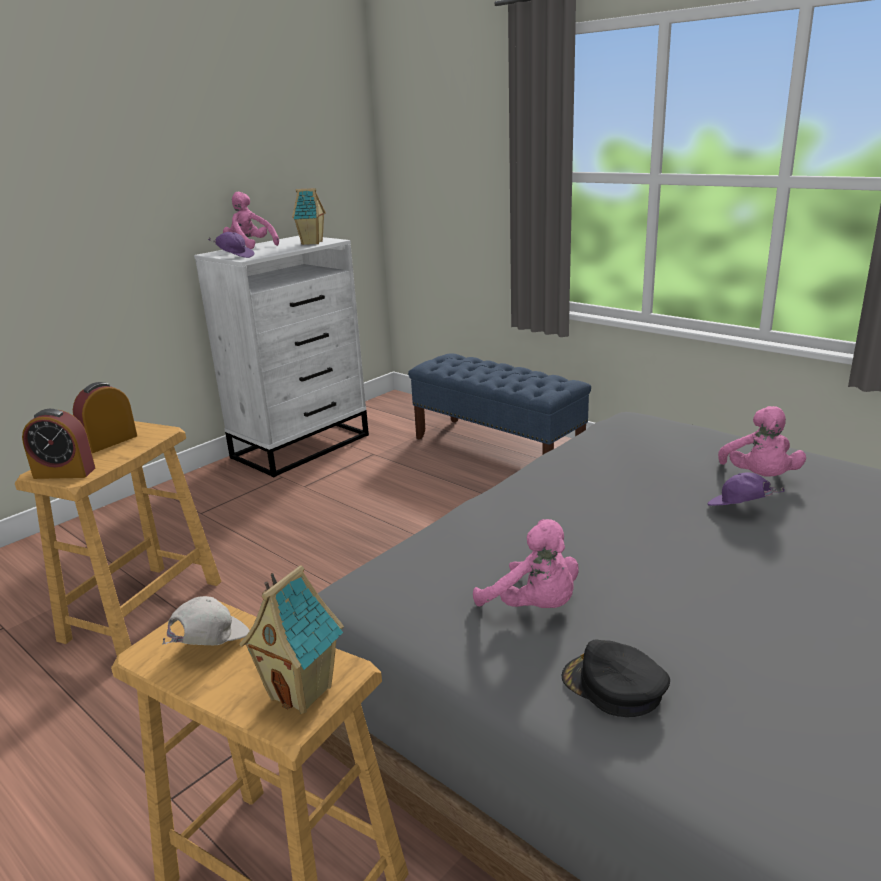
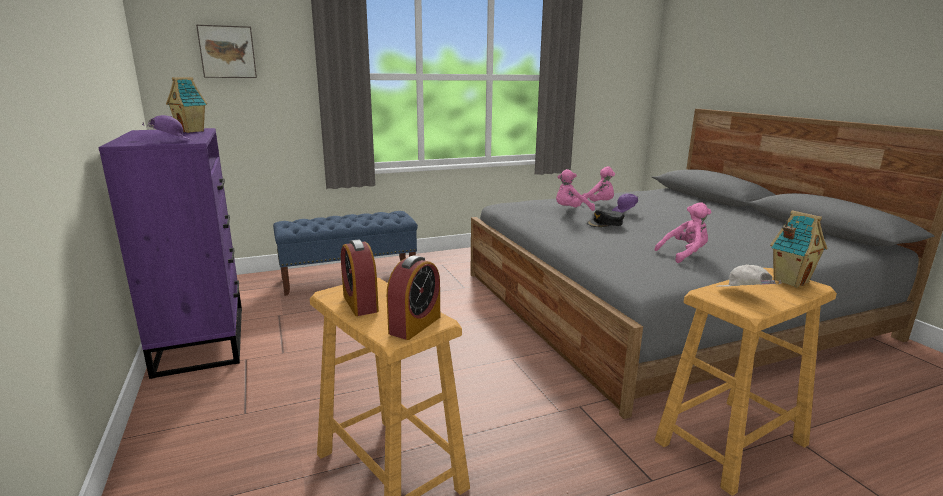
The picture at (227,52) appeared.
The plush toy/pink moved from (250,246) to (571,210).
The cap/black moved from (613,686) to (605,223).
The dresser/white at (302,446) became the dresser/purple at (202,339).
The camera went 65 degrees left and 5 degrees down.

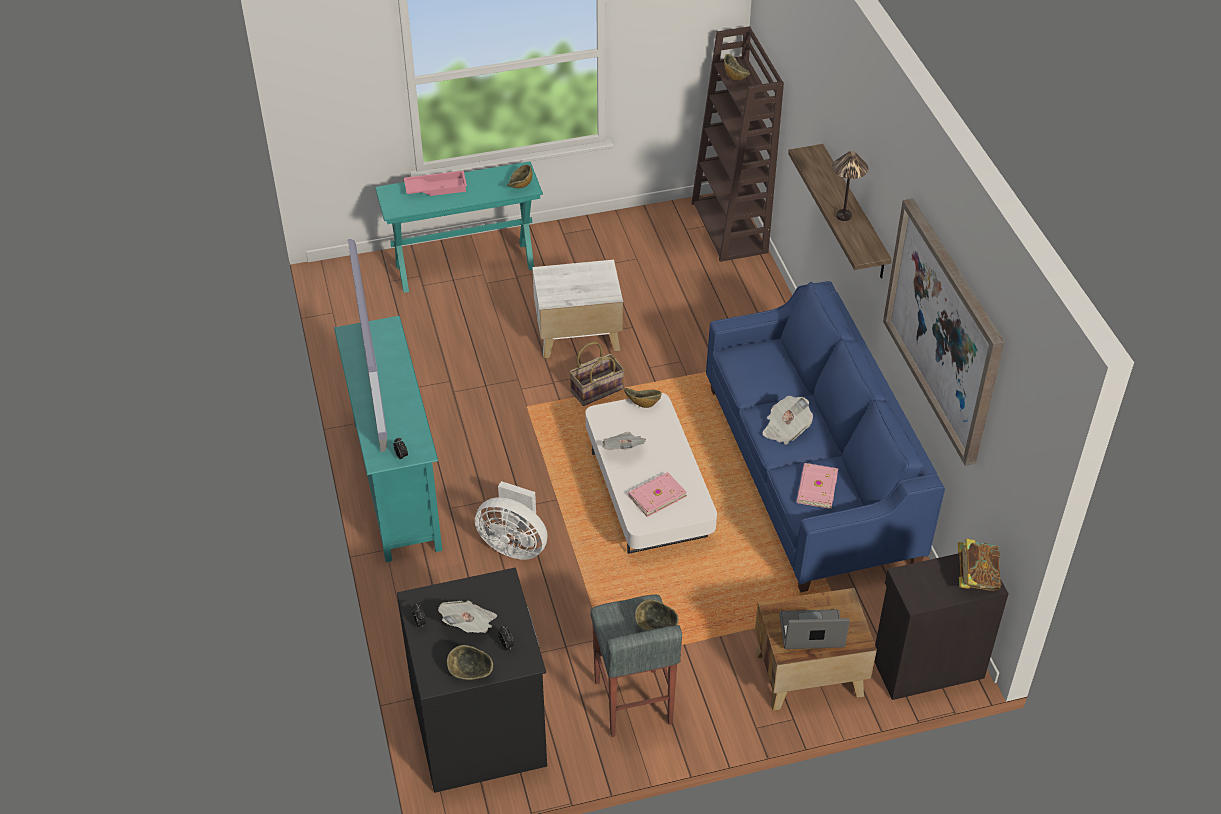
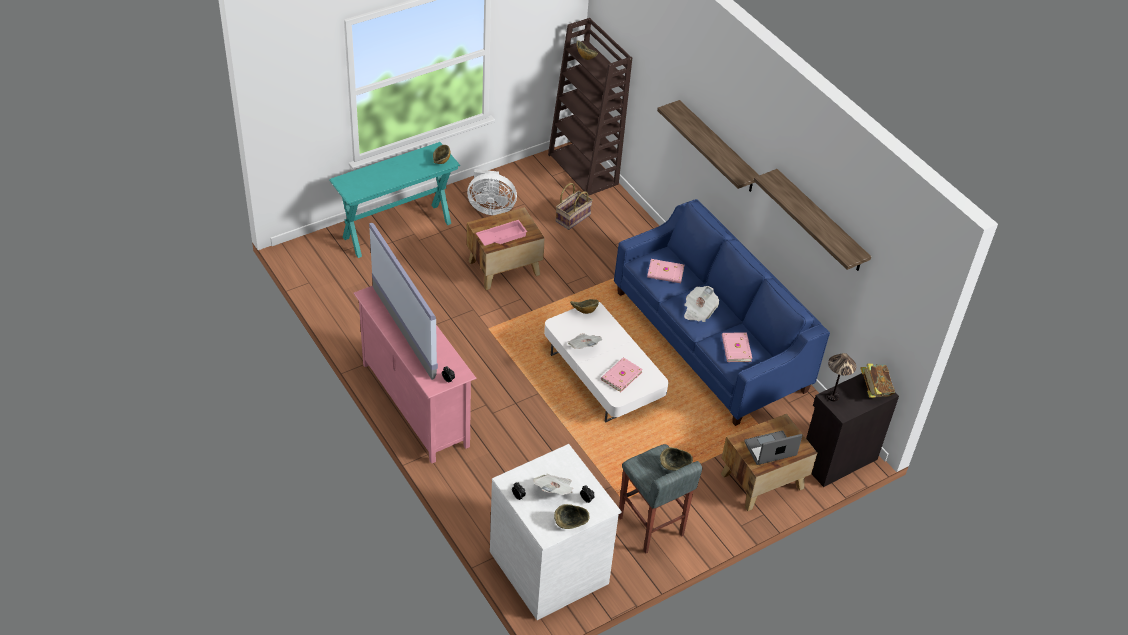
The book/pink at (665,273) appeared.
The tray/pink moved from (436,187) to (501,236).
The fan/white moved from (514,545) to (490,208).
The basket moved from (596,389) to (572,217).
The table lamp moved from (844,216) to (833,396).
The picture at (944,329) was replaced by the shelf at (820,221).
The tv stand/turquoise at (396,484) became the tv stand/pink at (414,405).
The dresser/black at (480,727) became the dresser/white at (550,567).
The side table/white at (577,334) became the side table/brown at (503,267).
The camera went 20 degrees left and 0 degrees up.

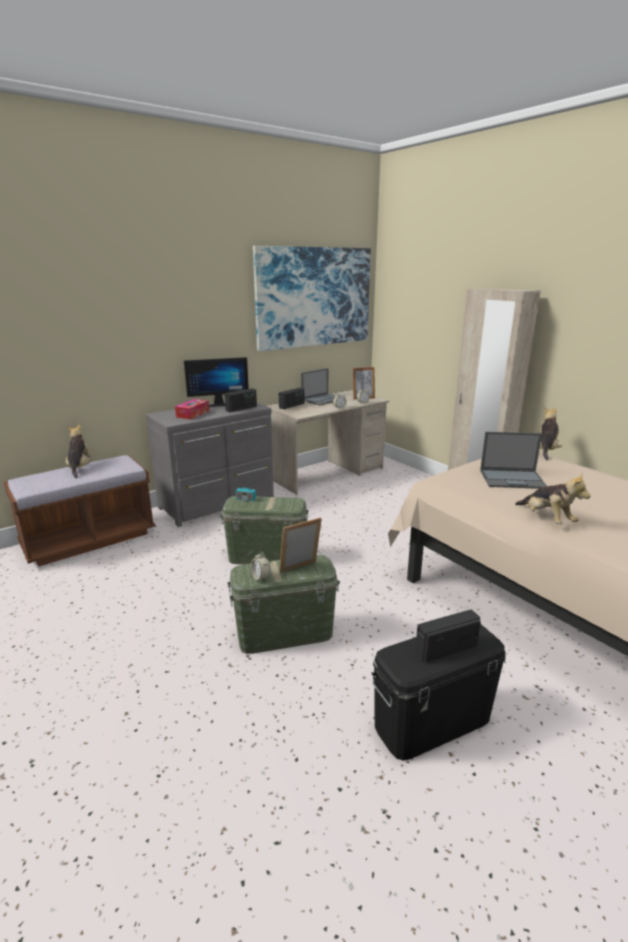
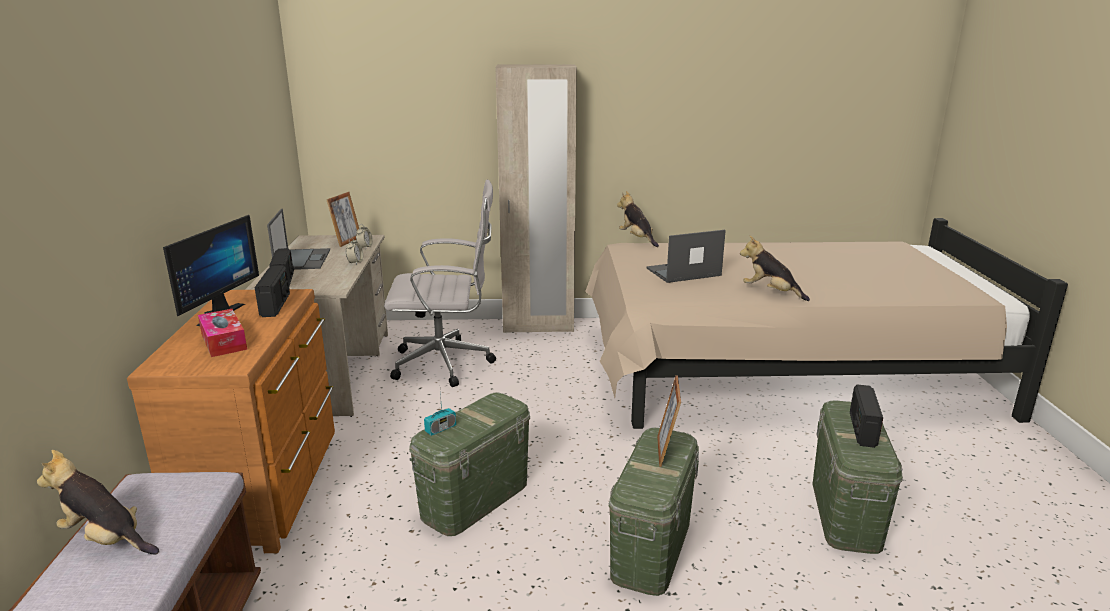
The alarm clock at (260,578) disappeared.
The picture at (314,297) disappeared.
The office chair/white at (447,363) appeared.
The dresser/grey at (219,503) became the dresser/brown at (267,487).
The storage box/black at (432,722) became the storage box/green at (845,513).
The laptop at (513,479) turned 150 degrees counterclockwise.
The plush toy at (547,519) turned 150 degrees counterclockwise.
The camera went 55 degrees left and 0 degrees up.

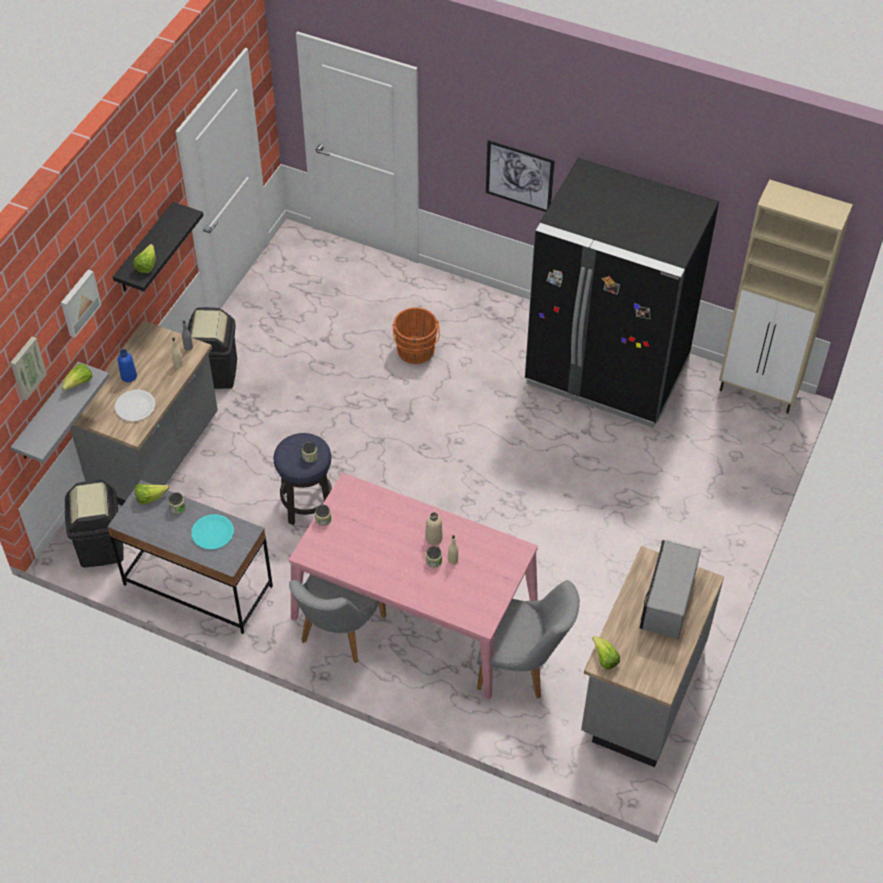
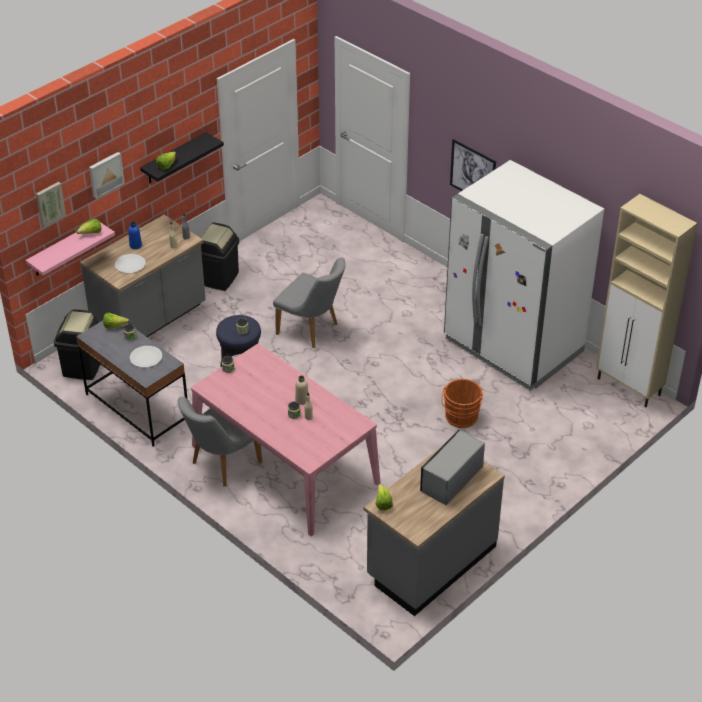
The bucket/orange moved from (416,352) to (461,418).
The chair/grey moved from (523,667) to (312,330).
The shelf/grey at (47,413) became the shelf/pink at (63,249).
The plate/turquoise at (212,533) became the plate/white at (146,357).
The fridge/black at (607,372) became the fridge/white at (513,346).
The camera went 20 degrees right and 10 degrees down.

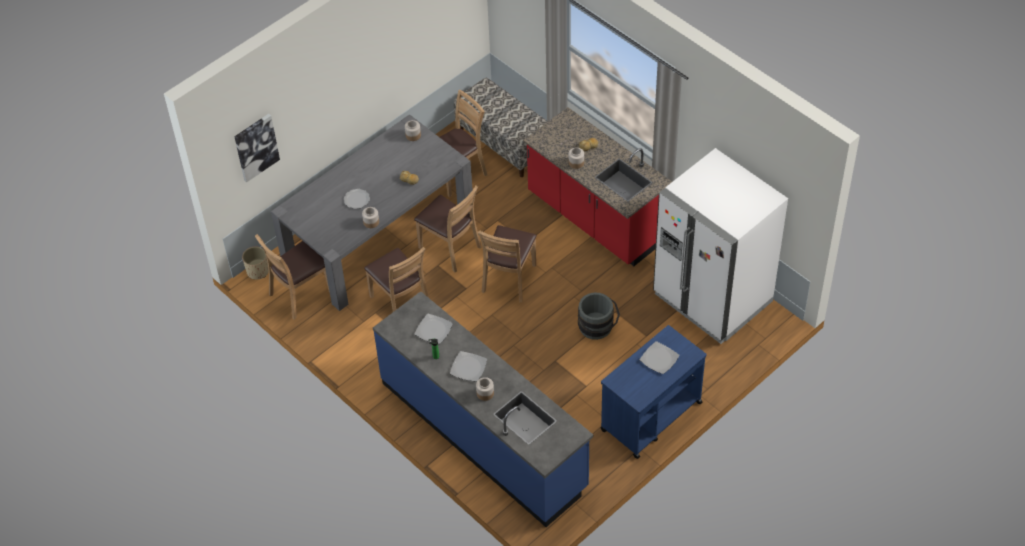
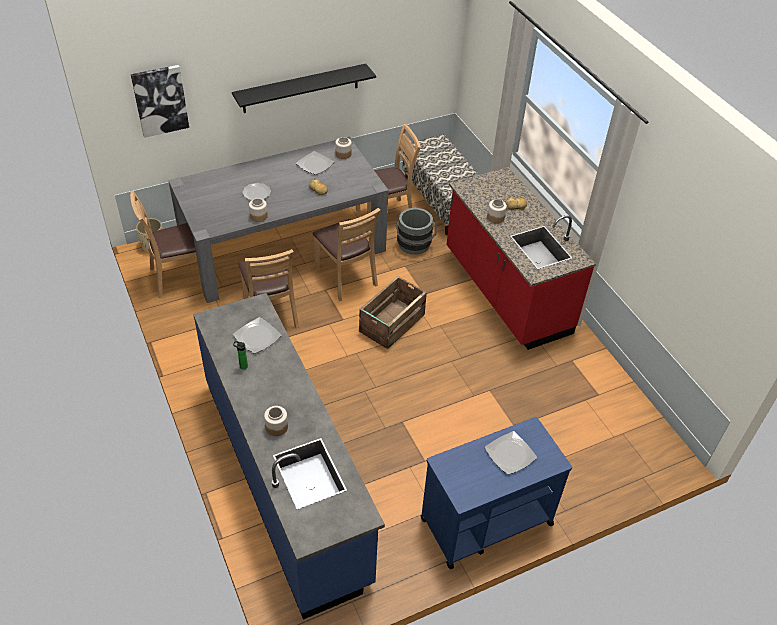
The fridge/white at (712,298) disappeared.
The shelf/black at (301,88) appeared.
The plate moved from (468,368) to (315,165).
The bucket/grey moved from (597,329) to (414,246).
The chair/brown at (509,279) was replaced by the crate at (391,323).
The camera went 15 degrees right and 5 degrees down.

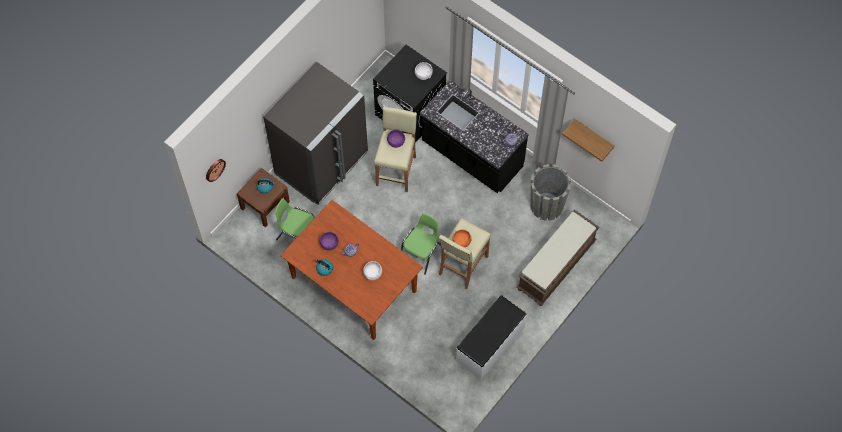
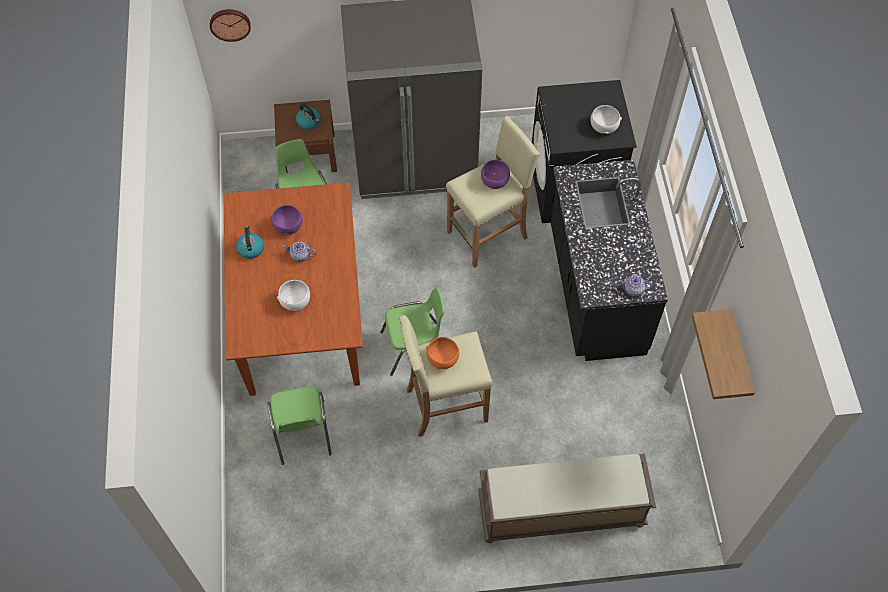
The bench/white at (490,344) disappeared.
The planter/grey at (546,206) disappeared.
The chair/green at (302,433) appeared.
The camera went 45 degrees right and 5 degrees down.

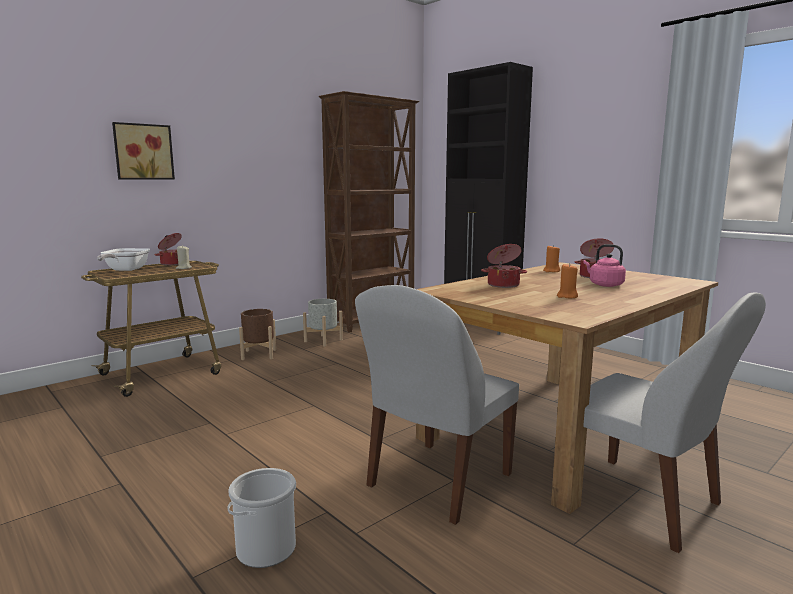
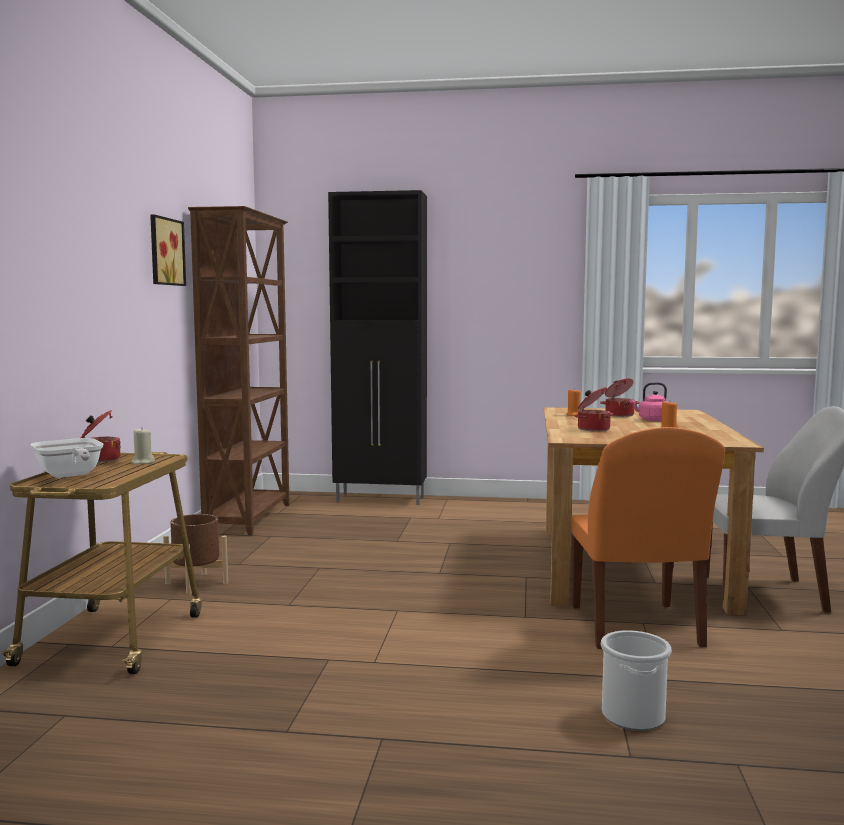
The planter/grey at (323,340) disappeared.
The picture moved from (143,152) to (164,251).
The chair/white at (437,482) became the chair/orange at (635,628).
The camera went 40 degrees left and 5 degrees down.

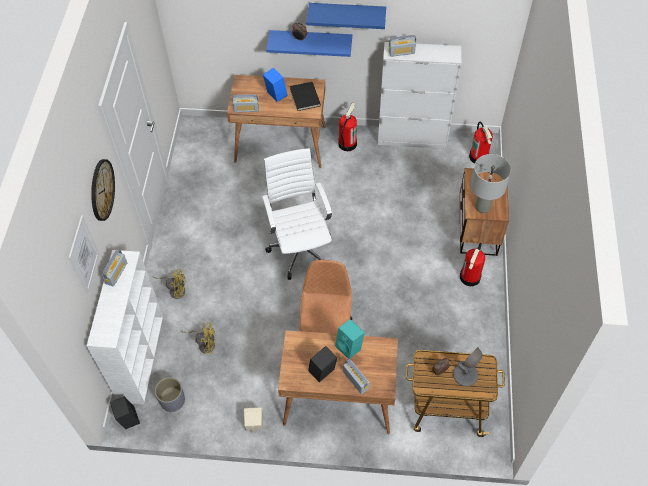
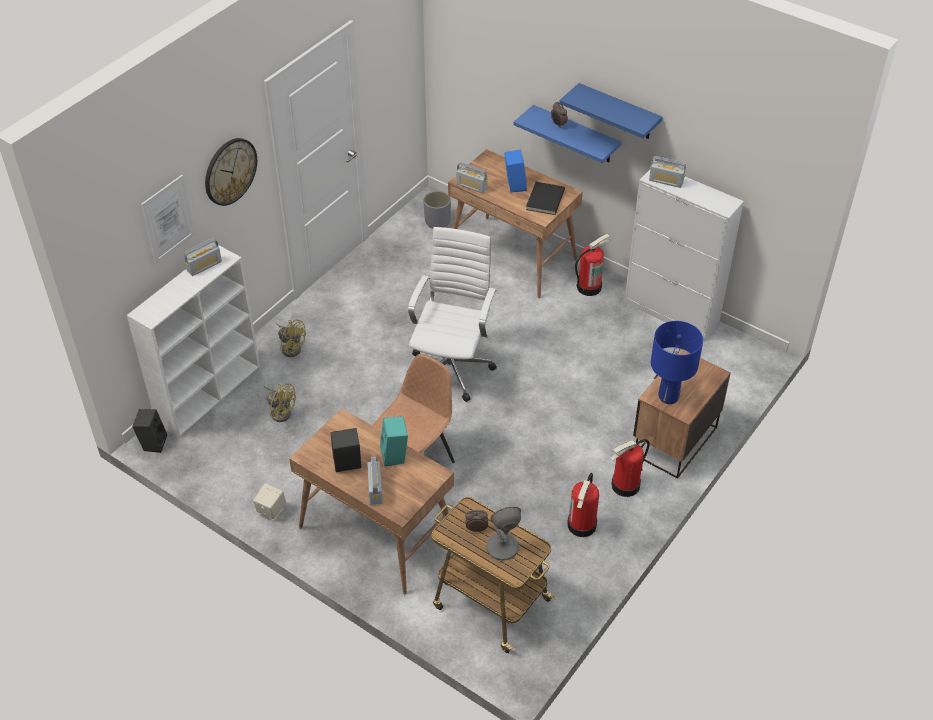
The planter/grey moved from (172,400) to (437,221).
The fire extinguisher moved from (479,157) to (582,525).
The table lamp/grey at (482,207) became the table lamp/blue at (668,396).
The camera went 30 degrees right and 10 degrees down.

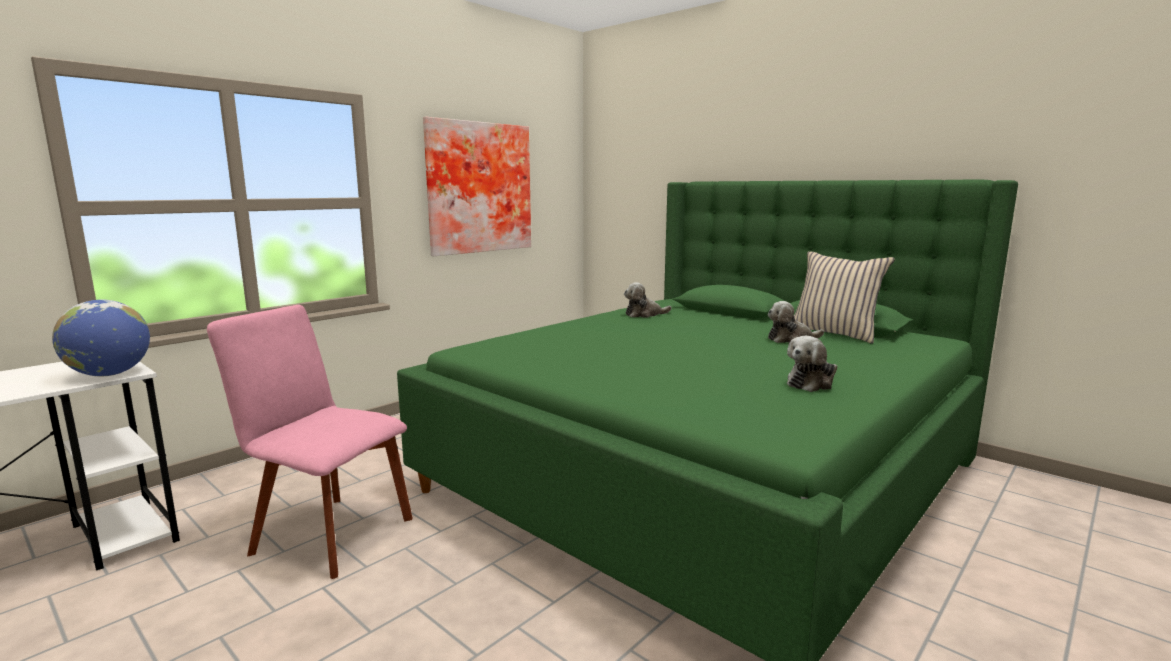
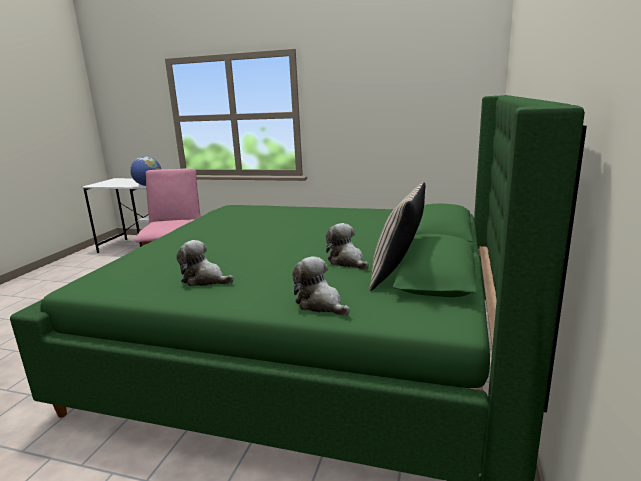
The picture at (477,188) disappeared.
The plush toy moved from (644,314) to (320,304).
The camera went 65 degrees right and 5 degrees up.

